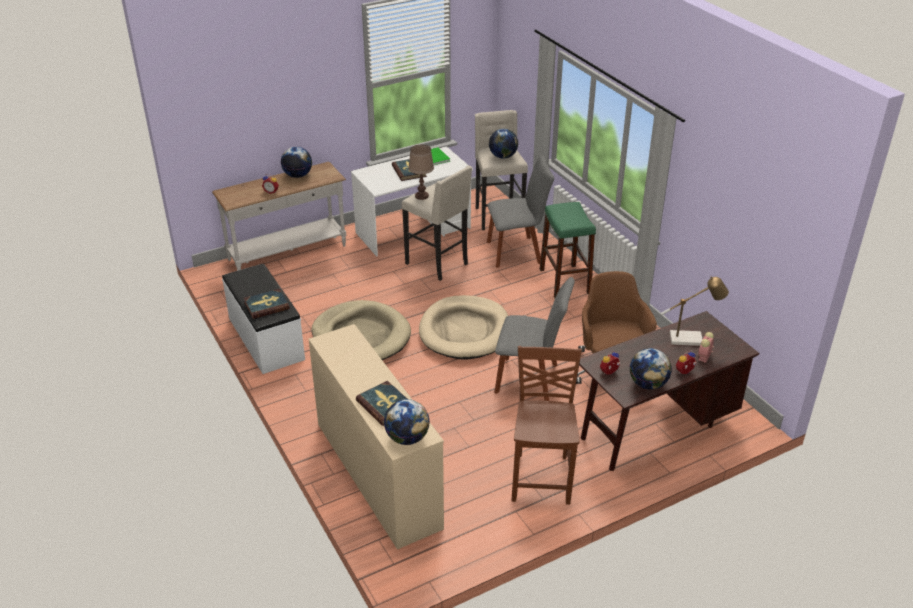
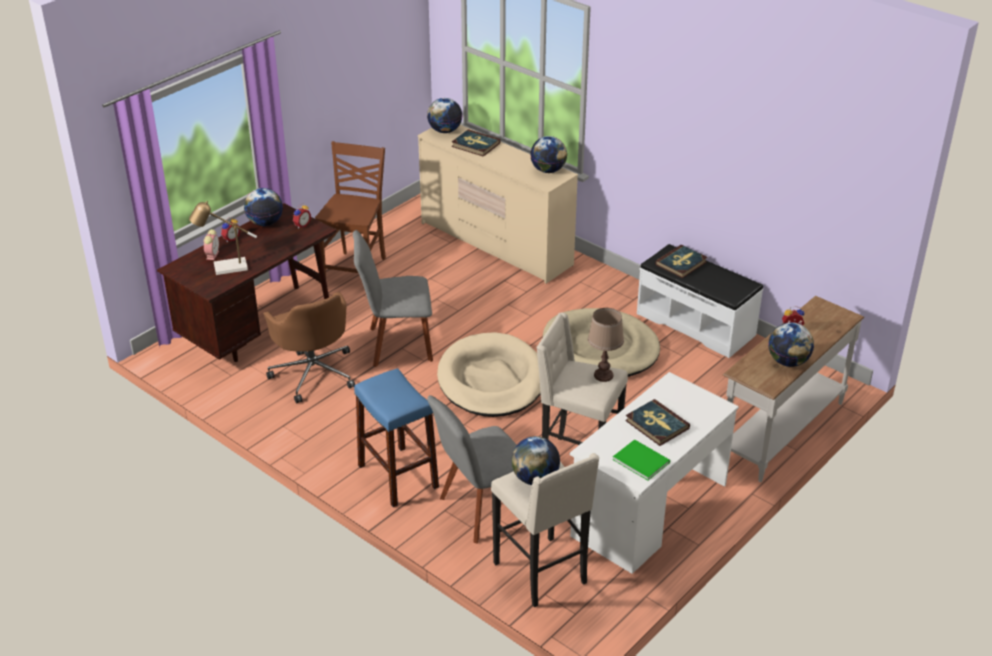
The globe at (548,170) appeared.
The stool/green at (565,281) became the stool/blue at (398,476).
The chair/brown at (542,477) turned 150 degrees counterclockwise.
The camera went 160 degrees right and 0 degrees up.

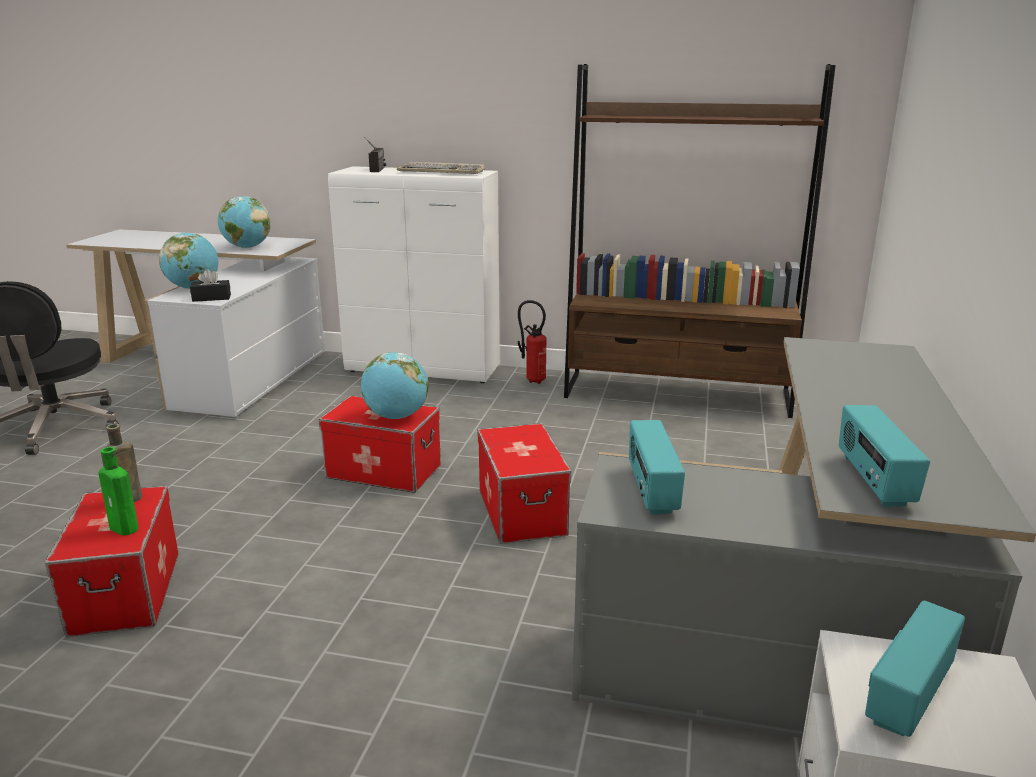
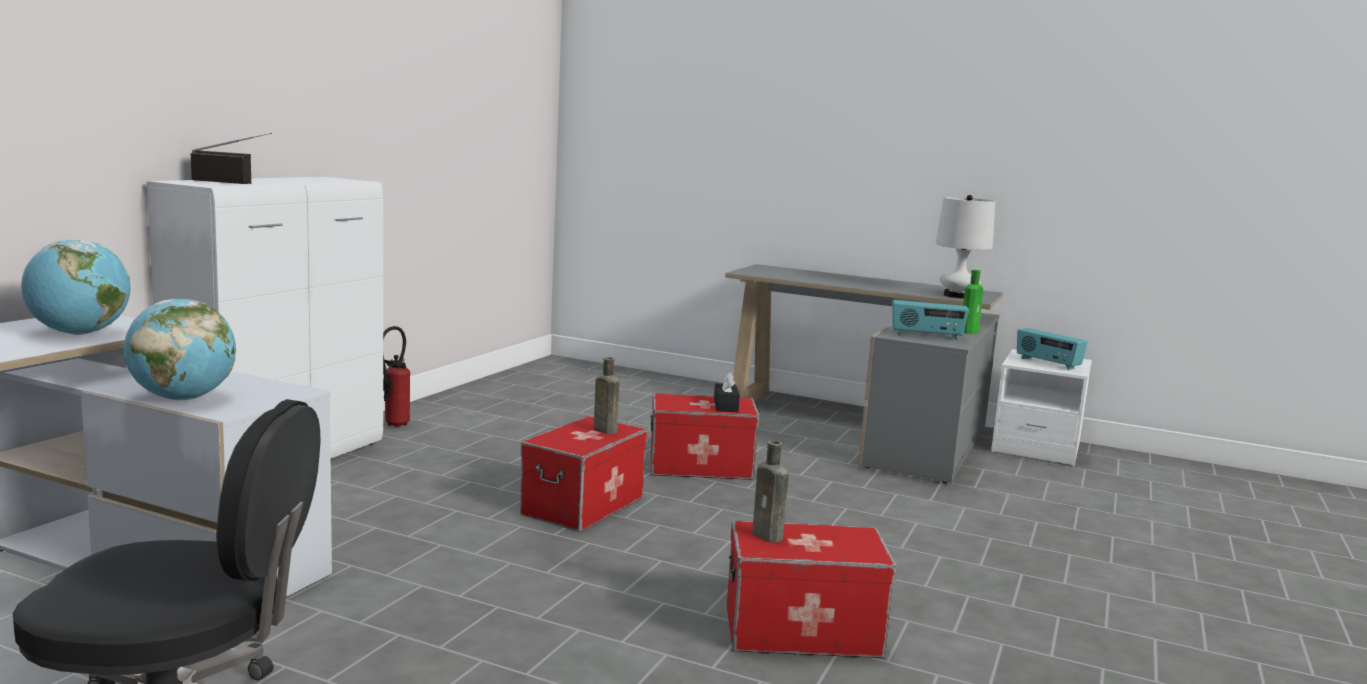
The keyboard at (442,172) disappeared.
The bookcase/brown at (677,394) disappeared.
The bottle/green moved from (125,529) to (970,331).
The tissue box/black moved from (211,298) to (725,406).
The globe at (396,417) was replaced by the bottle/brown at (604,430).
The radio at (872,481) was replaced by the table lamp/white at (958,296).
The camera went 80 degrees left and 10 degrees down.

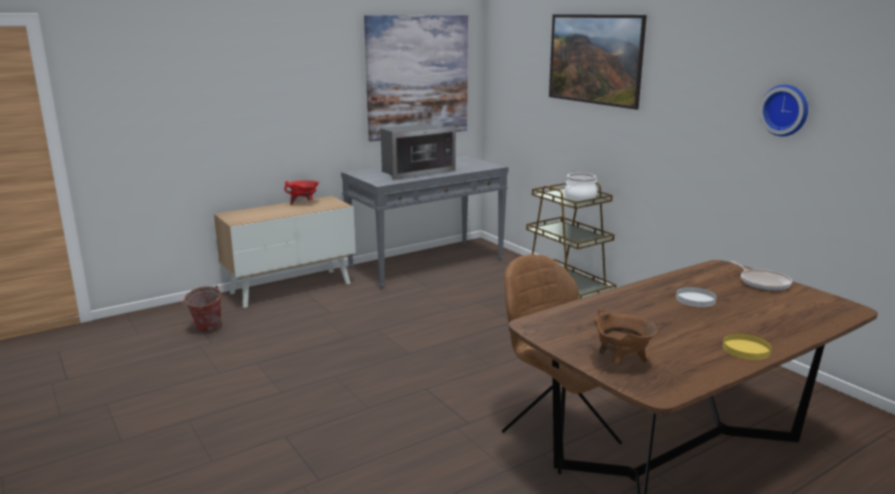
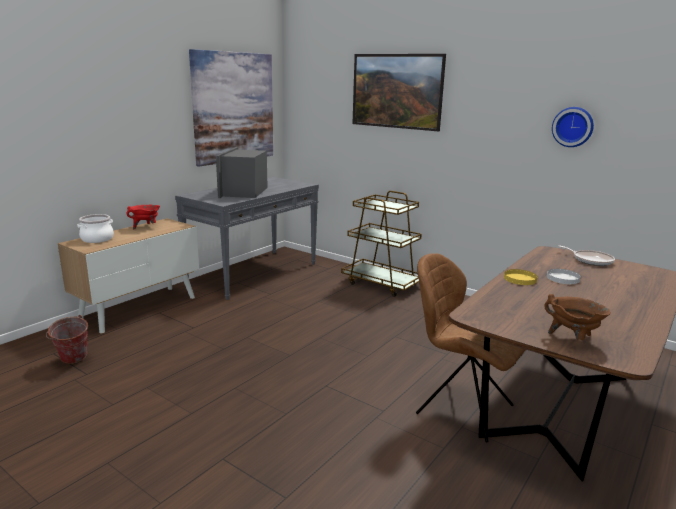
The cooking pot moved from (580,198) to (97,239).
The plate/yellow moved from (746,349) to (519,279).
The microwave at (415,171) turned 150 degrees clockwise.
The camera went 20 degrees left and 0 degrees up.

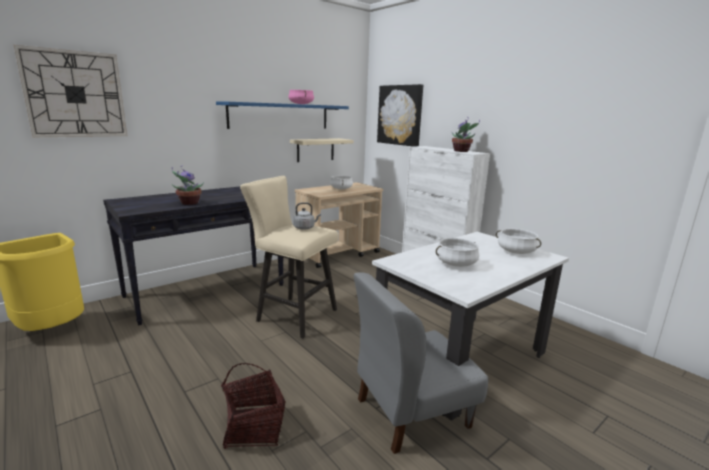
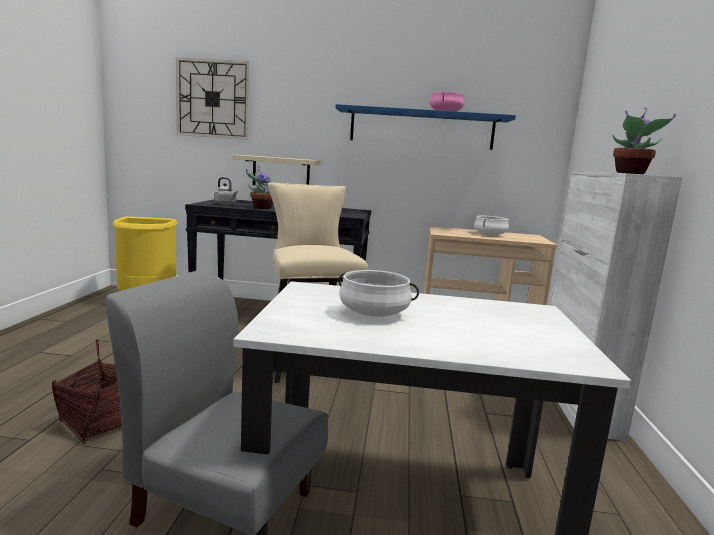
The picture at (400,115) disappeared.
The cooking pot/white at (516,252) disappeared.
The shelf/beige moved from (315,150) to (281,172).
The kettle/grey moved from (305,228) to (226,204).
The camera went 45 degrees right and 5 degrees down.

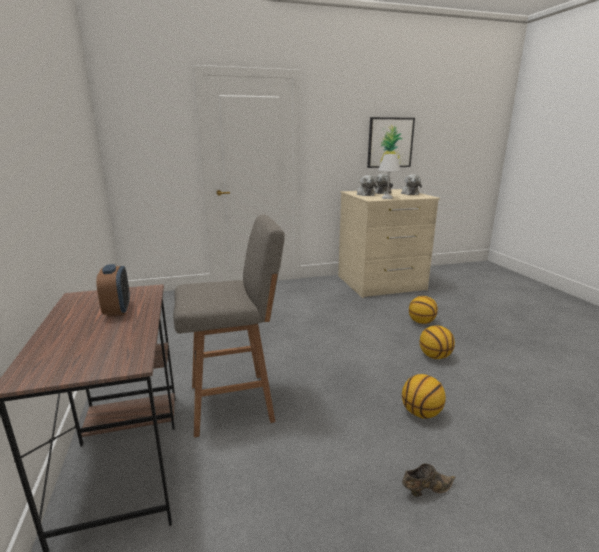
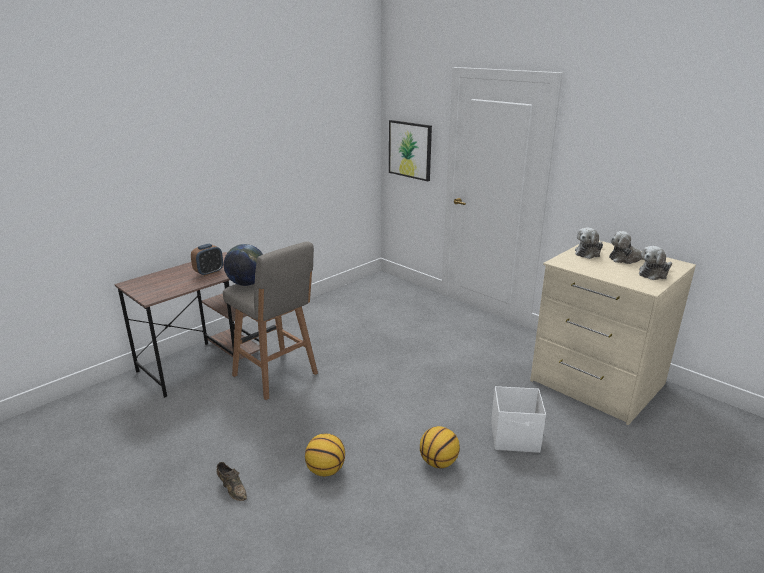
The table lamp/white at (386,198) disappeared.
The globe at (247,284) appeared.
The picture moved from (390,142) to (410,150).
The basketball at (421,322) was replaced by the storage box/white at (515,438).
The camera went 60 degrees right and 5 degrees up.

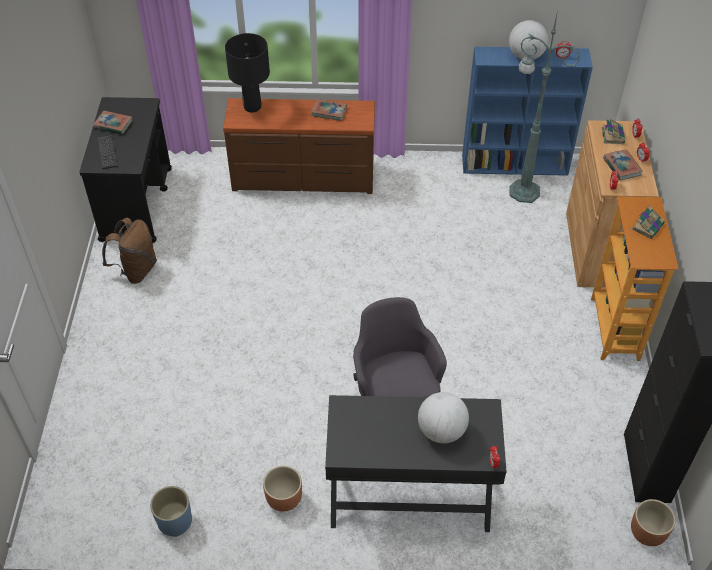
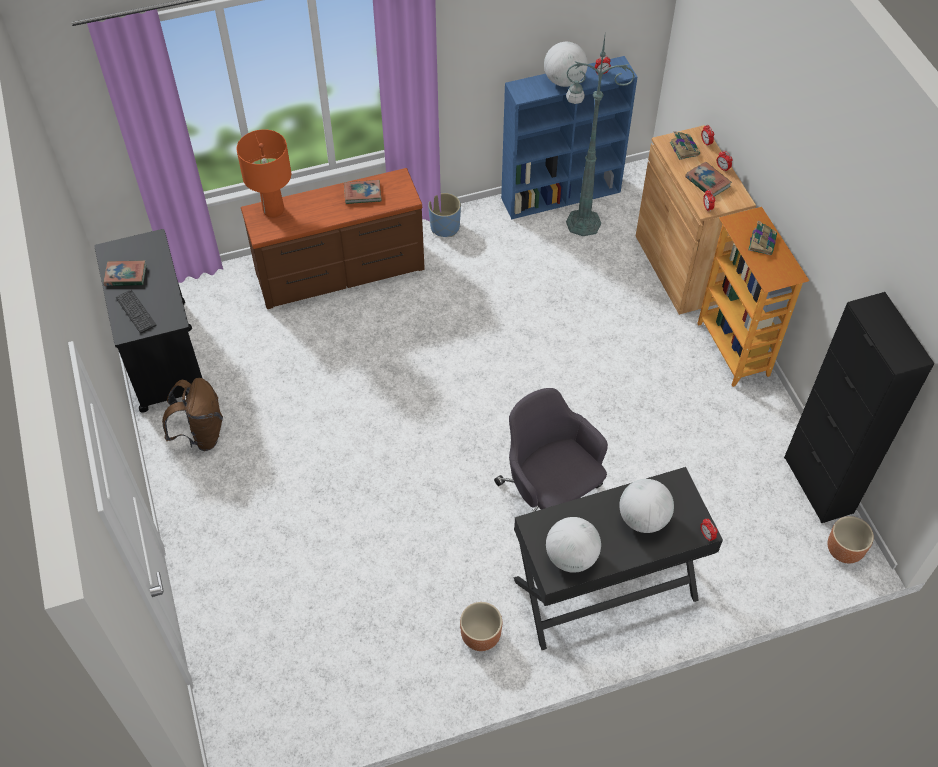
The globe at (571,557) appeared.
The planter/blue moved from (175,521) to (445,227).
The table lamp/black at (252,106) became the table lamp/orange at (274,210).
The camera went 20 degrees left and 5 degrees up.

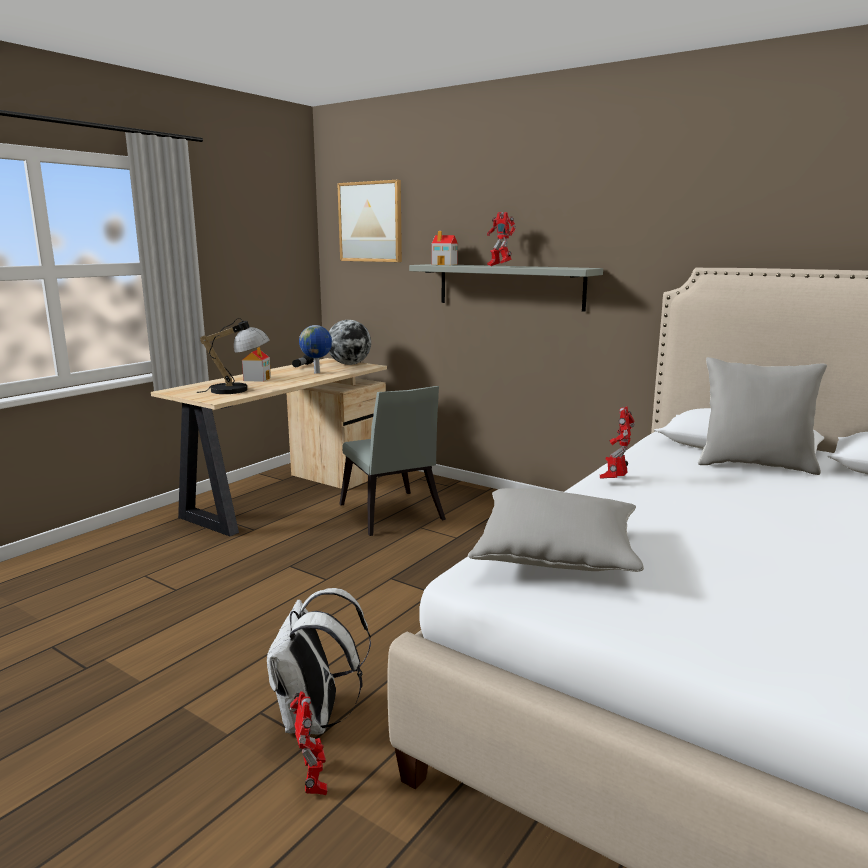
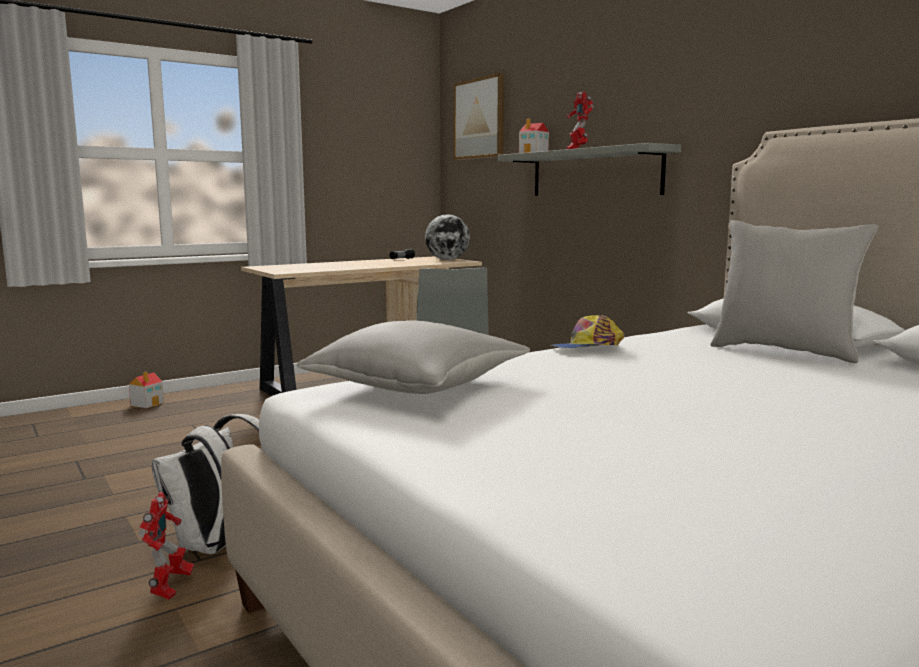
The table lamp at (240,389) disappeared.
The globe at (317,373) disappeared.
The toy house moved from (257,379) to (147,403).
The toy robot at (615,480) was replaced by the cap at (587,348).
The camera went 20 degrees right and 5 degrees down.

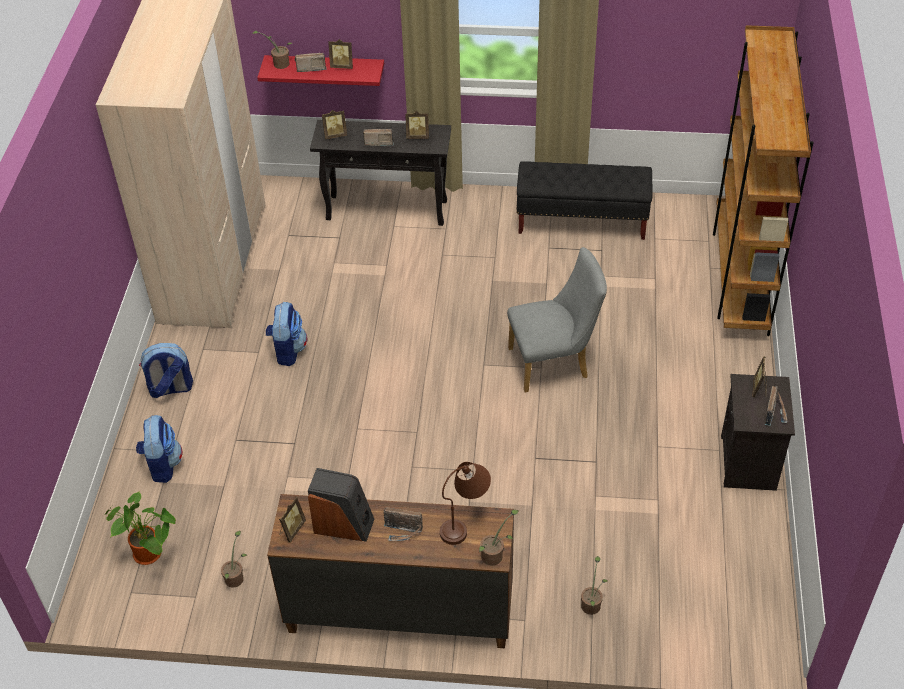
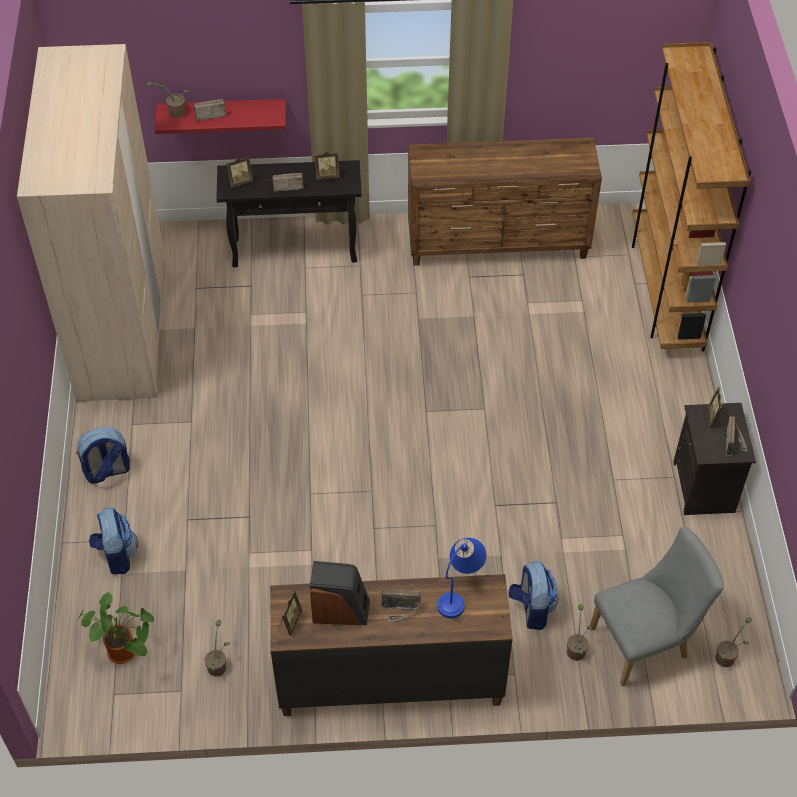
The picture frame at (342,66) disappeared.
The backpack moved from (287,350) to (532,608).
The potted plant moved from (495,555) to (727,657).
The chair/grey moved from (554,363) to (645,642).
The bench/black at (582,221) was replaced by the dresser/brown at (498,244).
The table lamp/brown at (465,521) became the table lamp/blue at (460,592).
The camera went 10 degrees left and 5 degrees up.

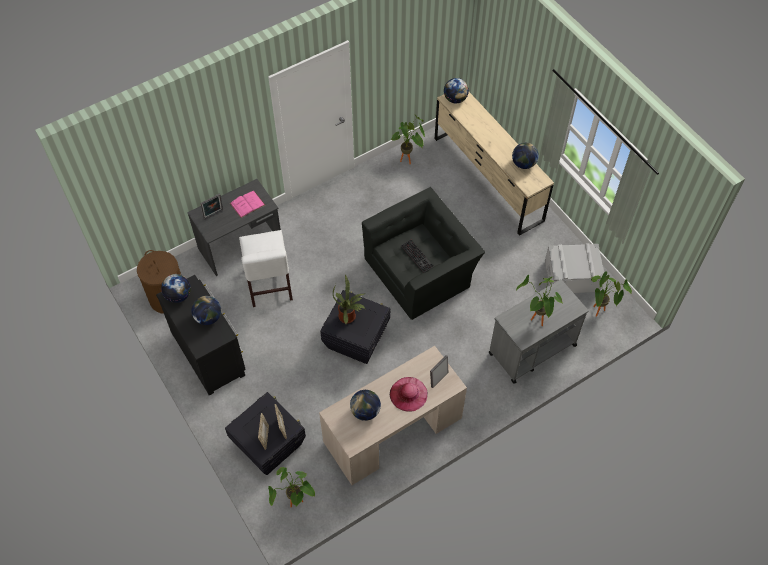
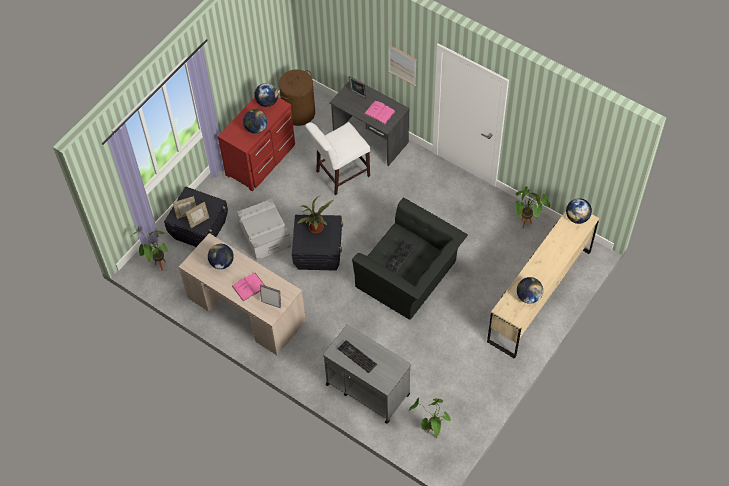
The picture at (402,65) appeared.
The storage box/grey moved from (572,276) to (265,236).
The hat/pink at (408,394) was replaced by the book/pink at (249,286).
The potted plant at (535,322) was replaced by the keyboard at (356,357).
The dresser/black at (209,352) became the dresser/red at (262,160).
The camera went 70 degrees right and 0 degrees up.

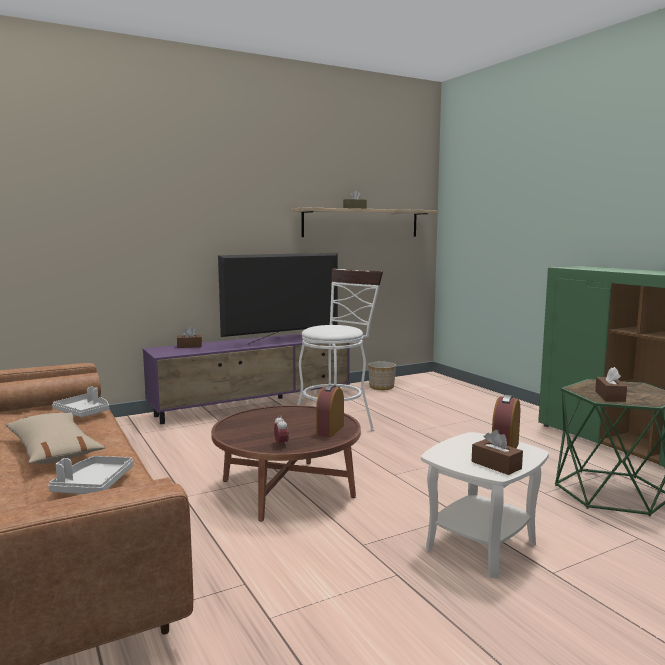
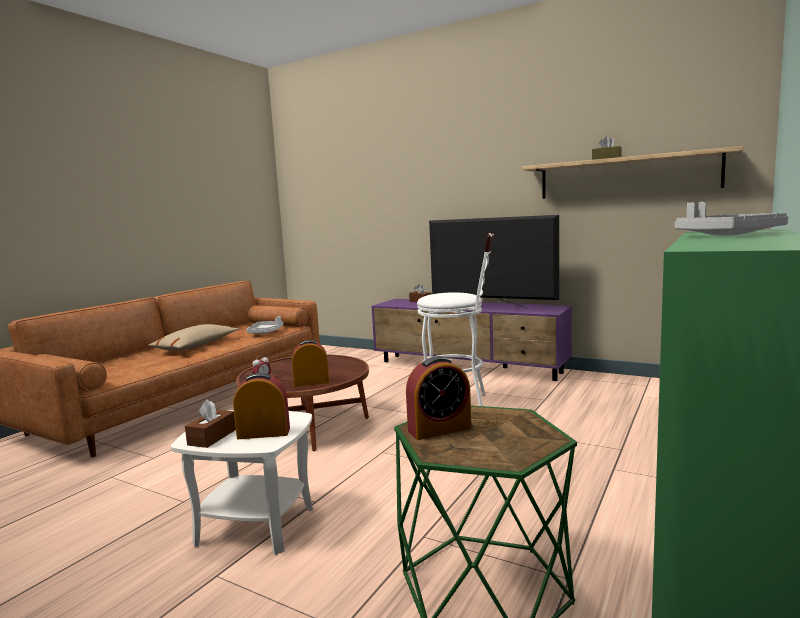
The planter at (382,387) disappeared.
The tray/grey moved from (93,485) to (728,235).
The tissue box/brown at (610,396) was replaced by the alarm clock at (439,429).
The camera went 60 degrees right and 0 degrees up.

